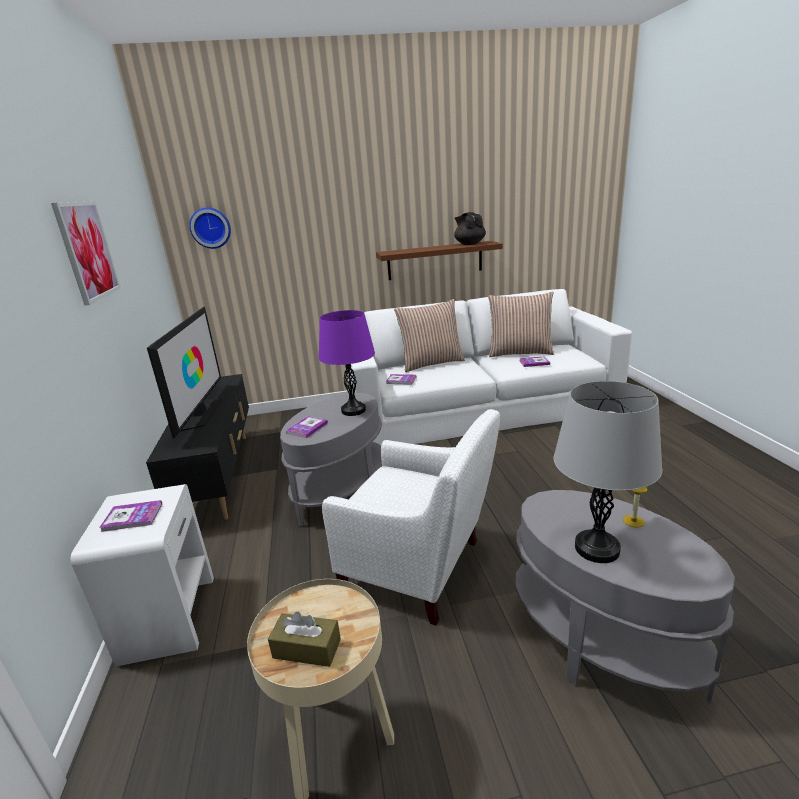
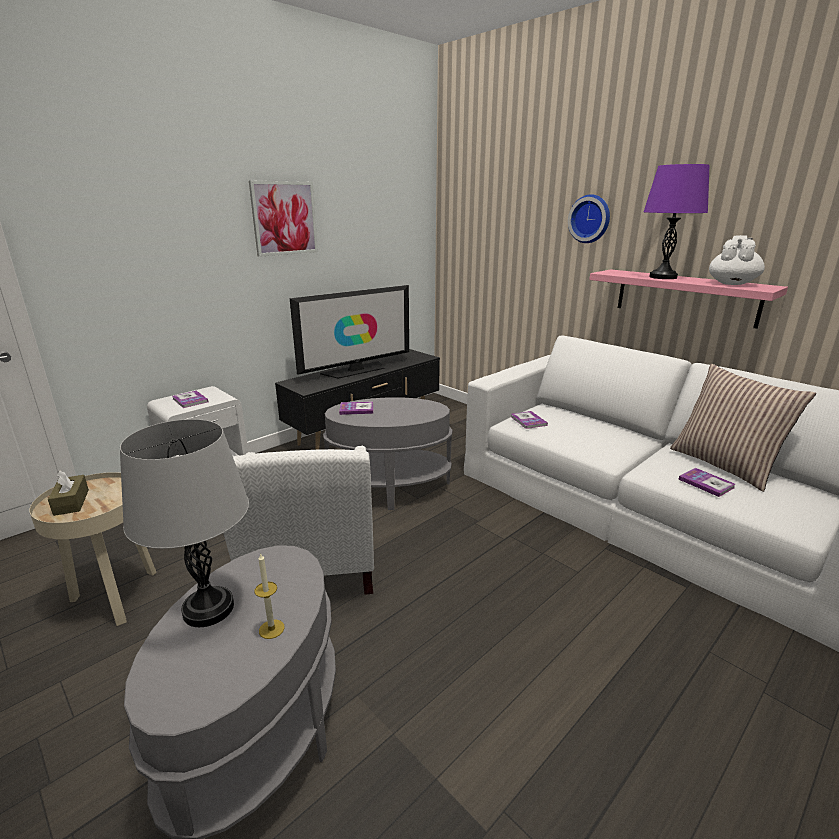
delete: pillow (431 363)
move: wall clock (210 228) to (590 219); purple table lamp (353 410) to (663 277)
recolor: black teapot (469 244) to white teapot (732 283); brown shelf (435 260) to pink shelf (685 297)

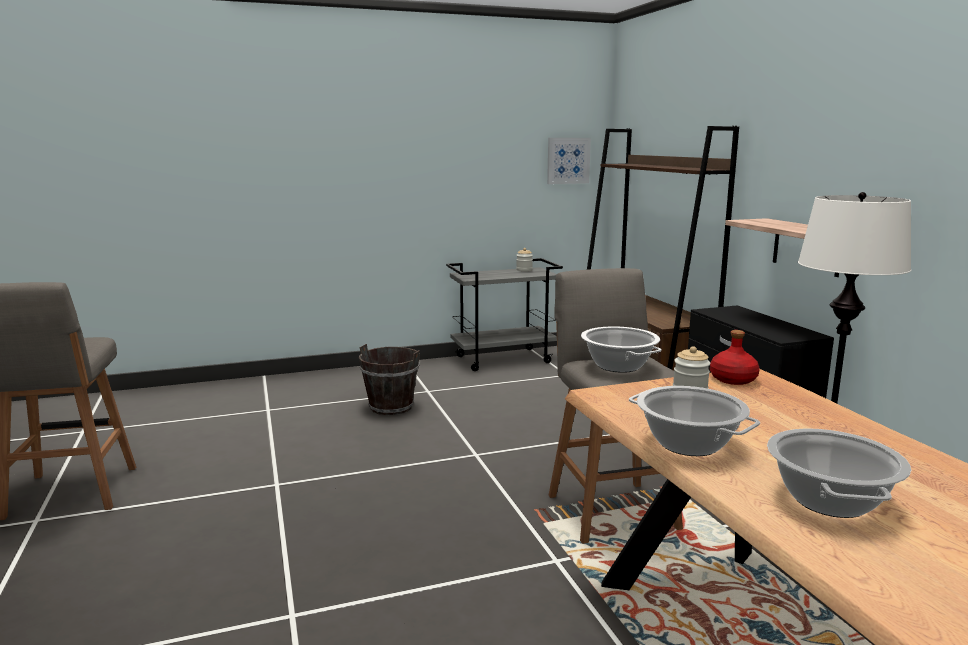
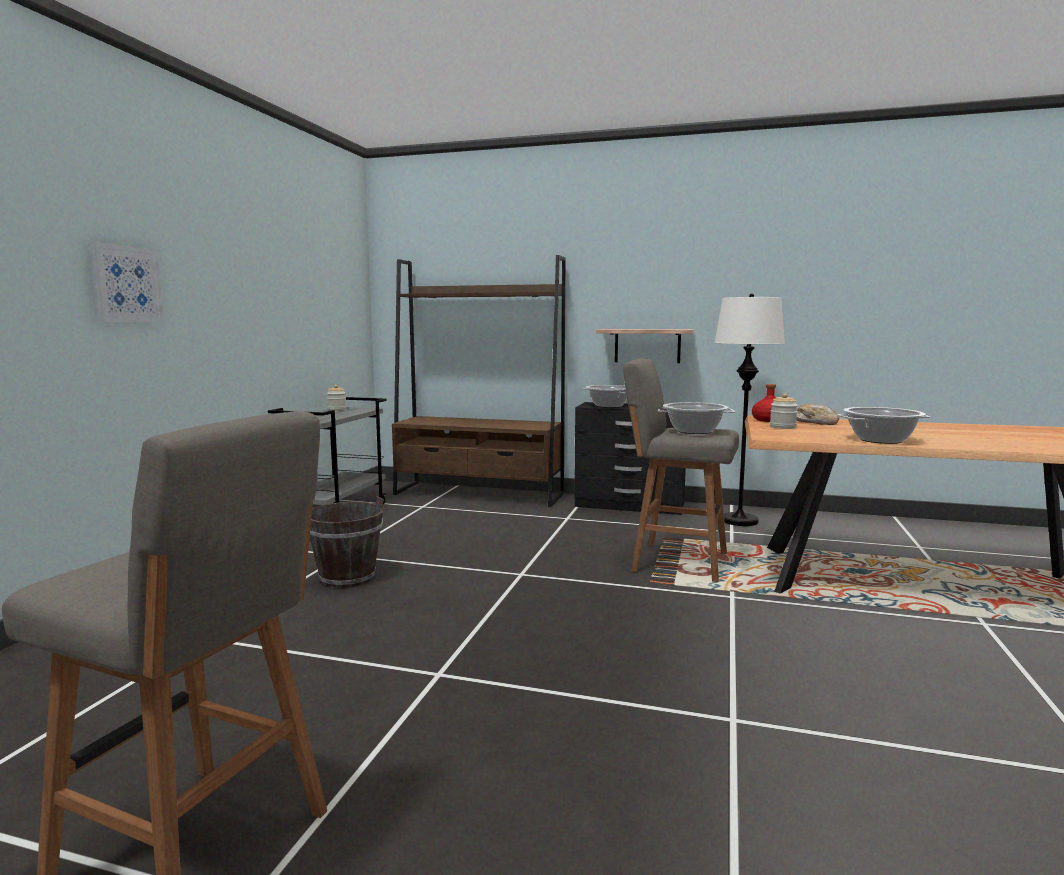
insert: bread (815 422)
move: picture (568 160) to (126 284); cooking pot (829 500) to (608 406)

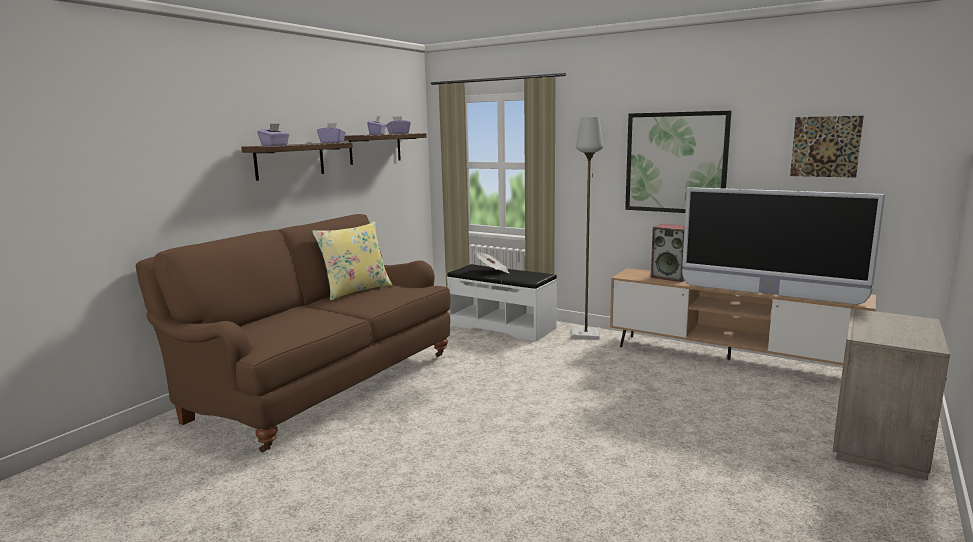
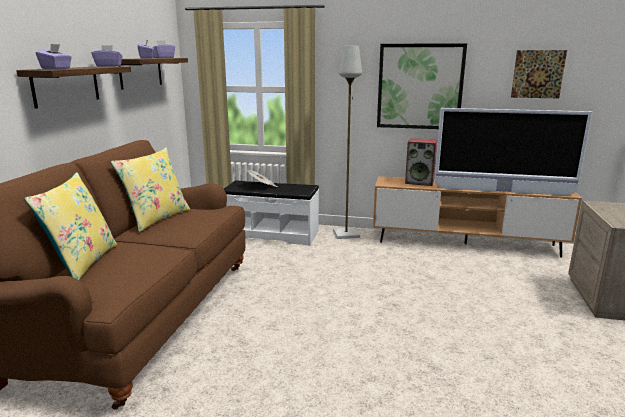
insert: yellow pillow (82 262)

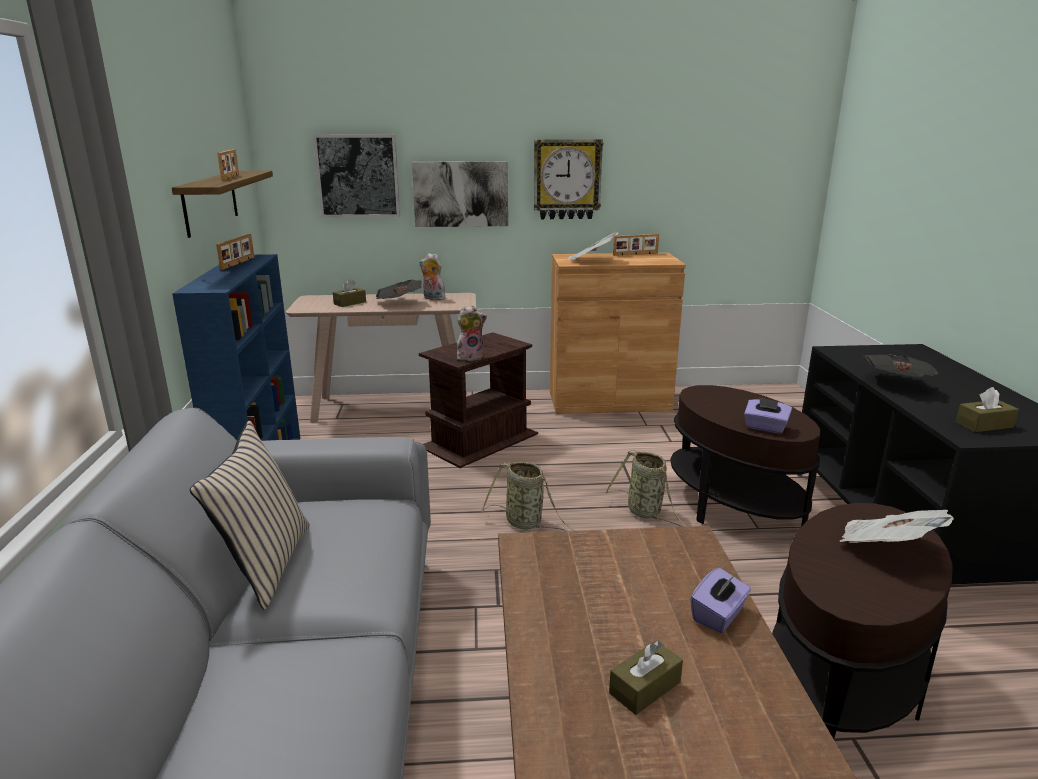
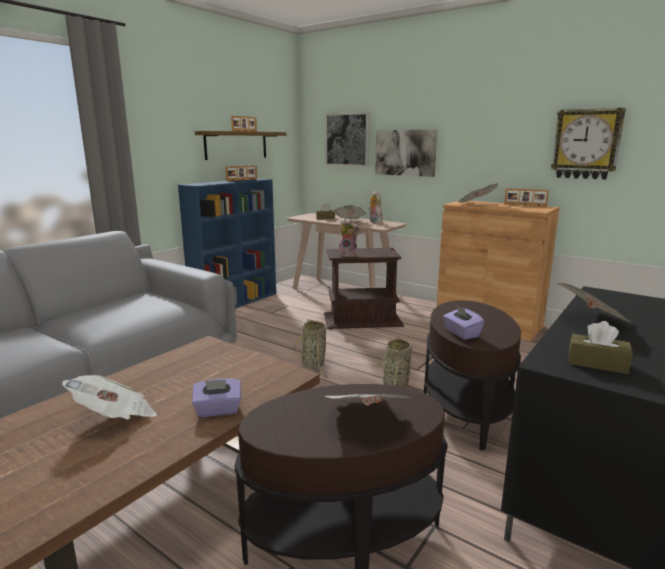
delete: beige pillow (265 564)
move: wall clock (567 179) to (586 144)
replace: brown tissue box (645 687) to newspaper (115 416)

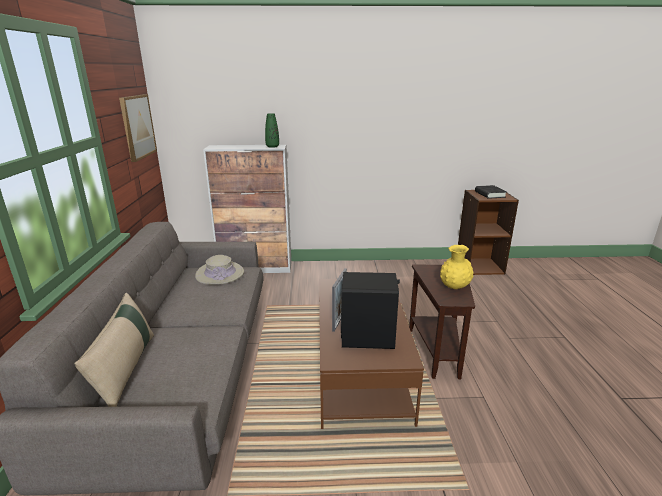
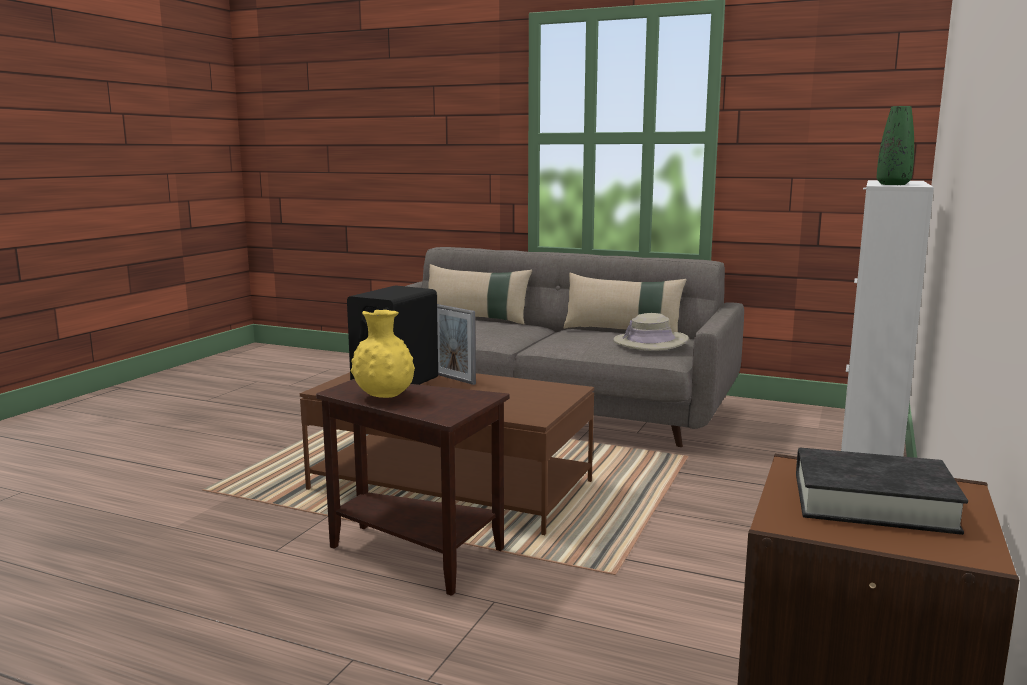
delete: picture (137 126)
insert: beige pillow (622 331)

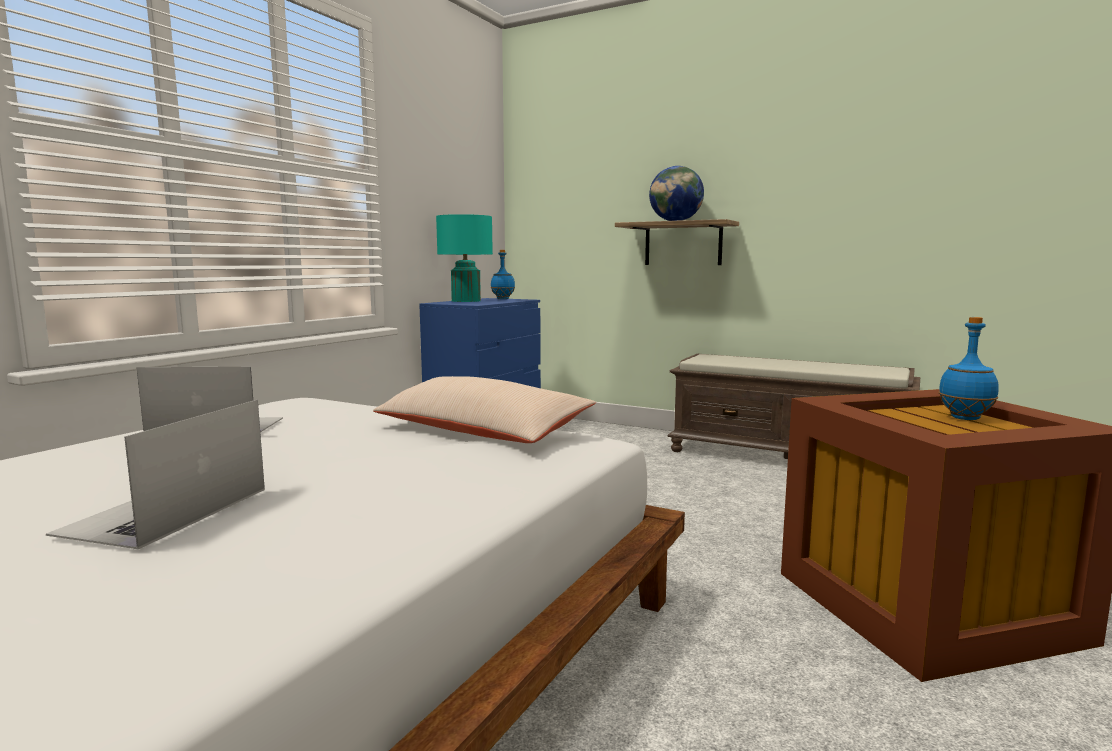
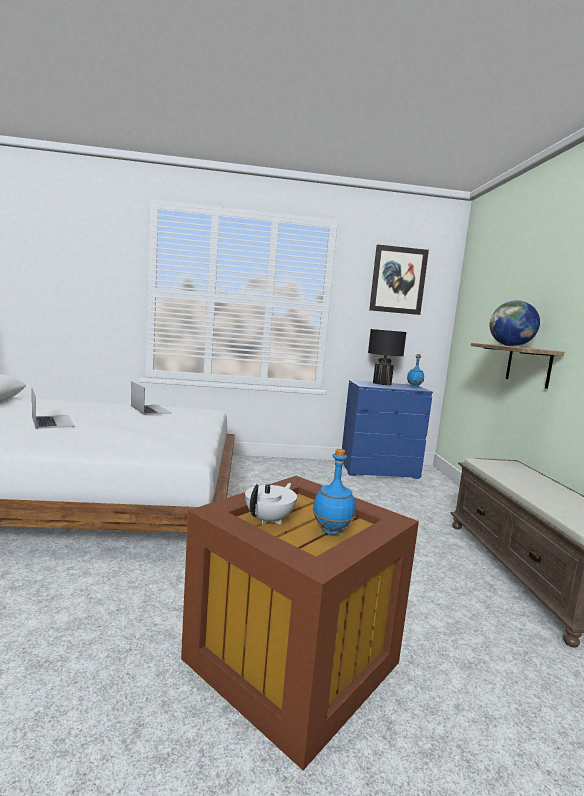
delete: beige pillow (481 431)
insert: picture (398 280); white teapot (270 520)
recolor: turquoise table lamp (466 301) to black table lamp (382 383)
rotate: laptop (165 511) = (52 421) 75 degrees clockwise

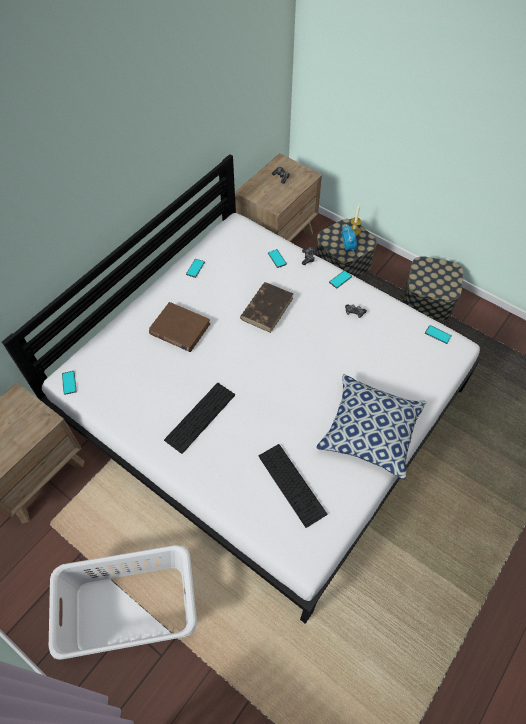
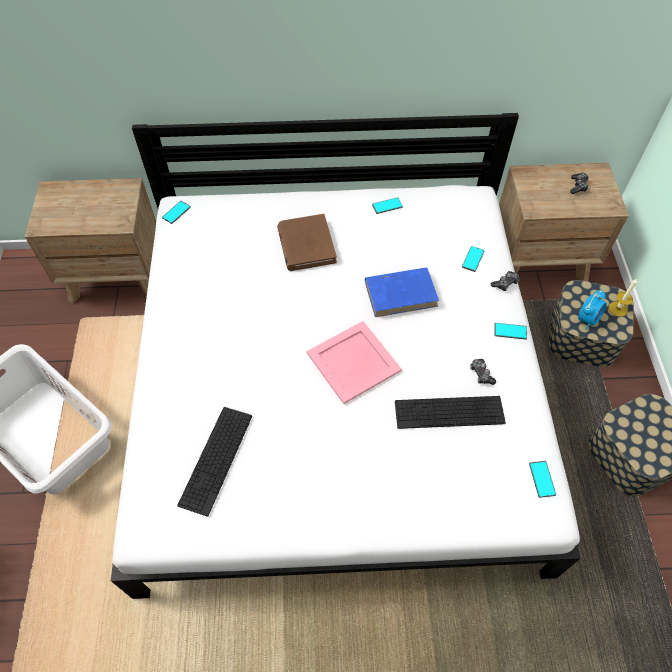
delete: pillow (370 431)
insert: pink tray (354 362)
move: keyboard (200 417) to (449 412)
recolor: brown book (267 308) to blue book (401 293)

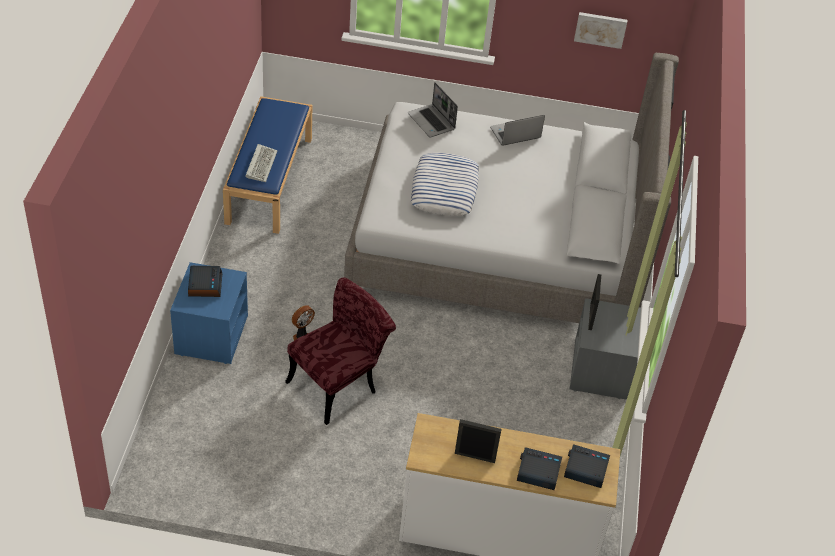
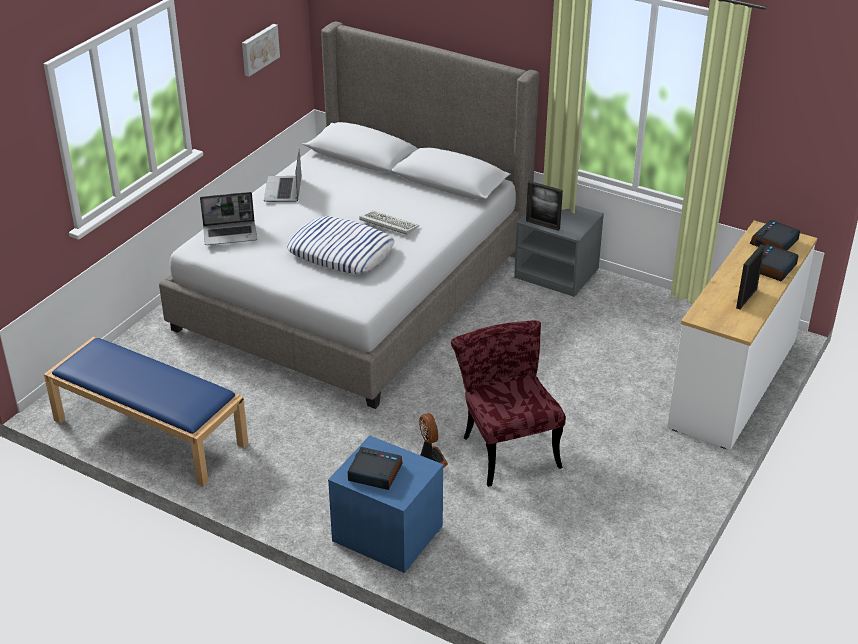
move: keyboard (261 164) to (387 224)

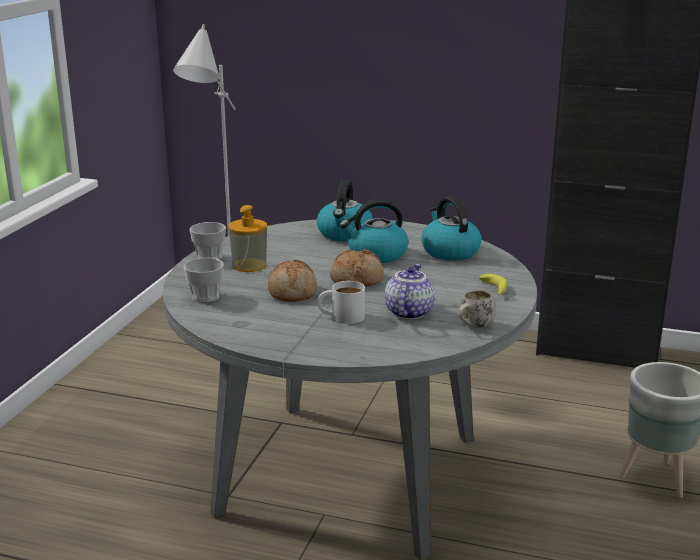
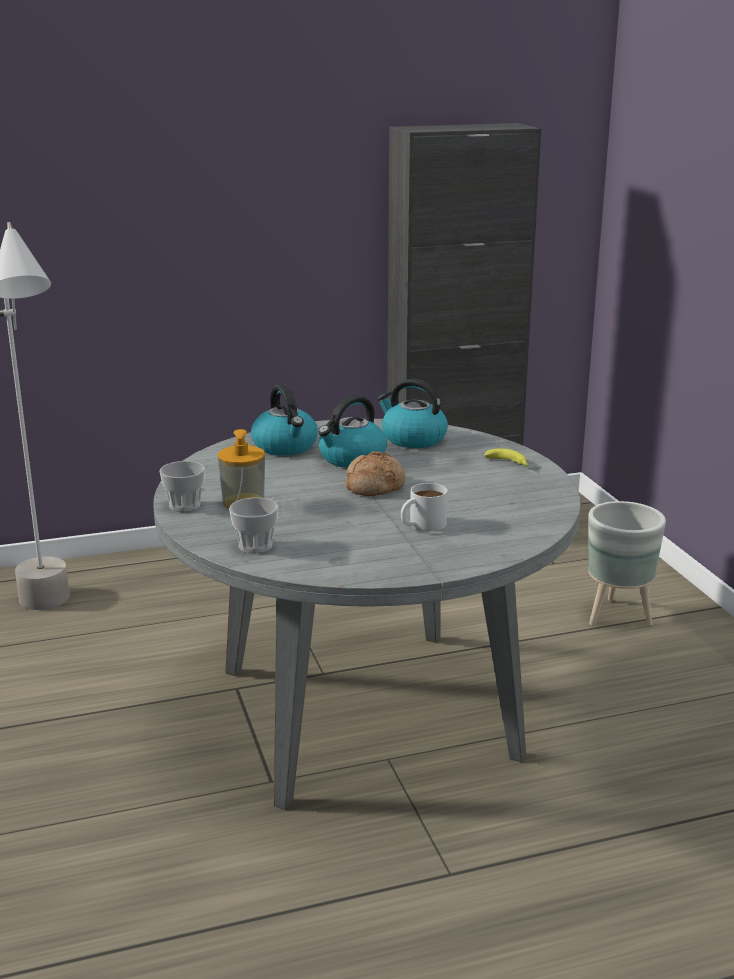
delete: bread (293 292); teapot (408 312); white mug (473 327)

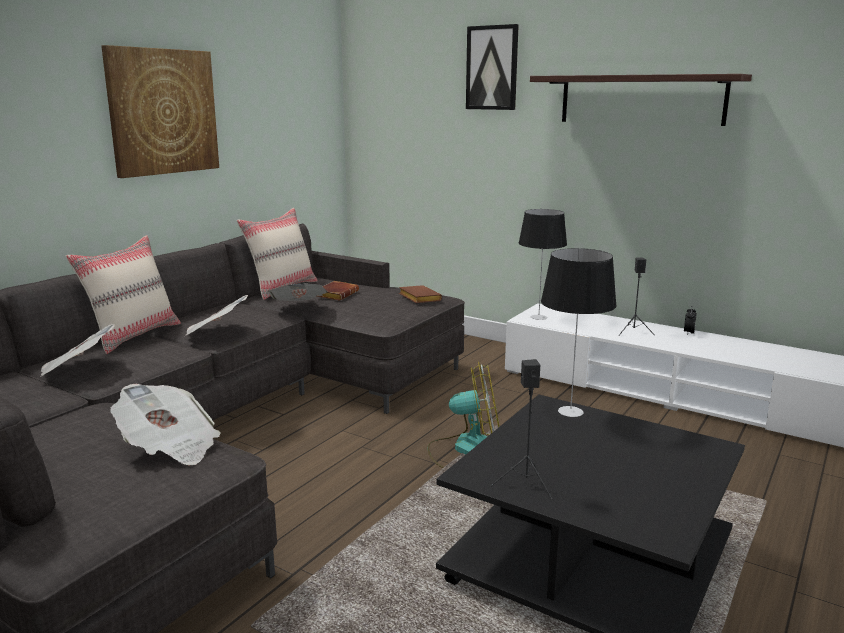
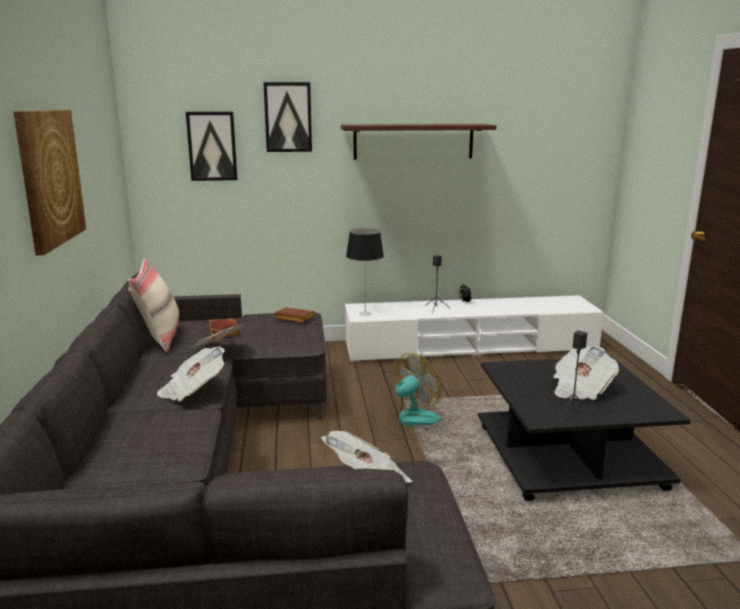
delete: beige pillow (134 336); table lamp (570 412)
insert: picture (212 146)
move: newspaper (78 369) to (580 389)

